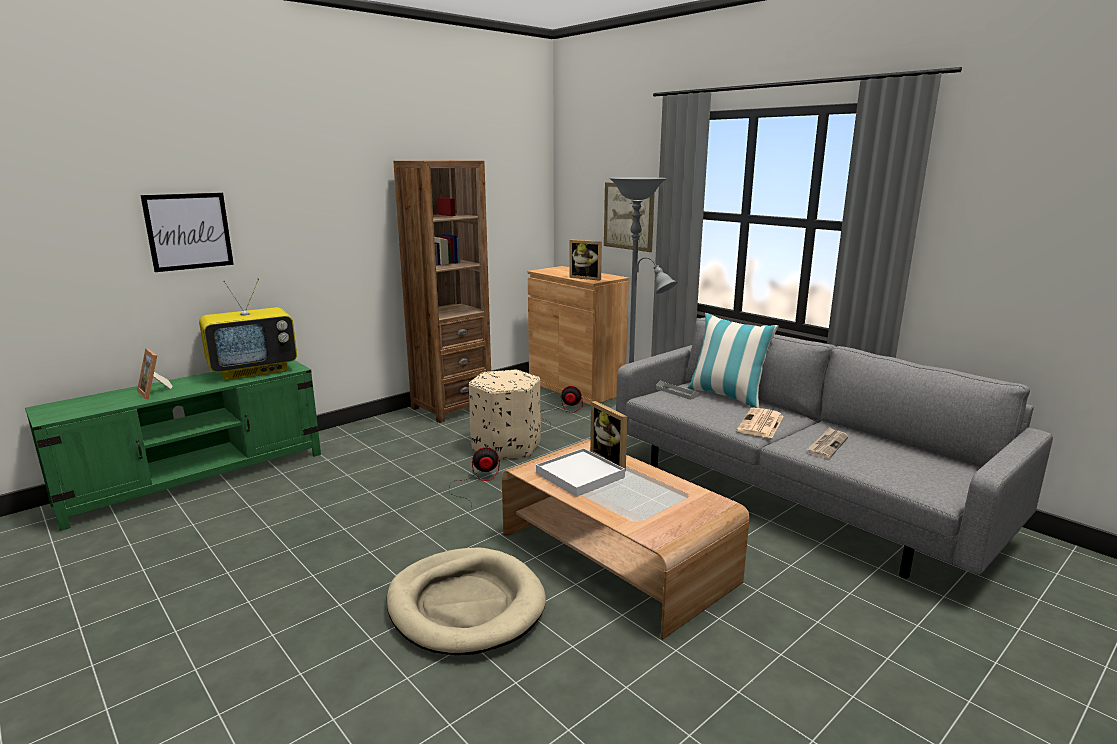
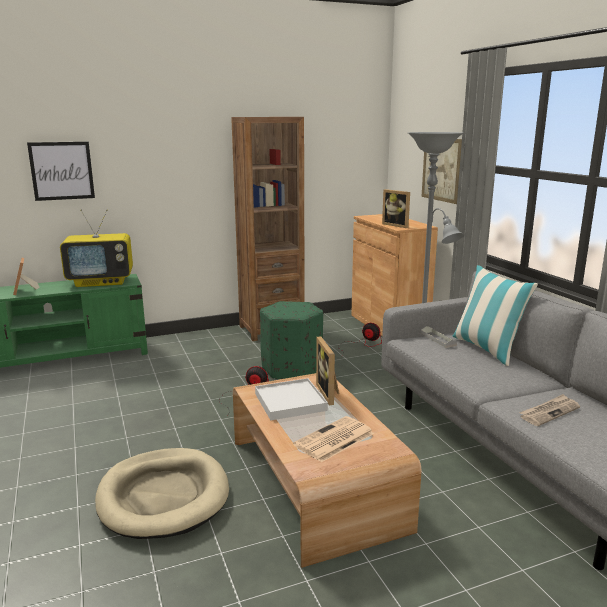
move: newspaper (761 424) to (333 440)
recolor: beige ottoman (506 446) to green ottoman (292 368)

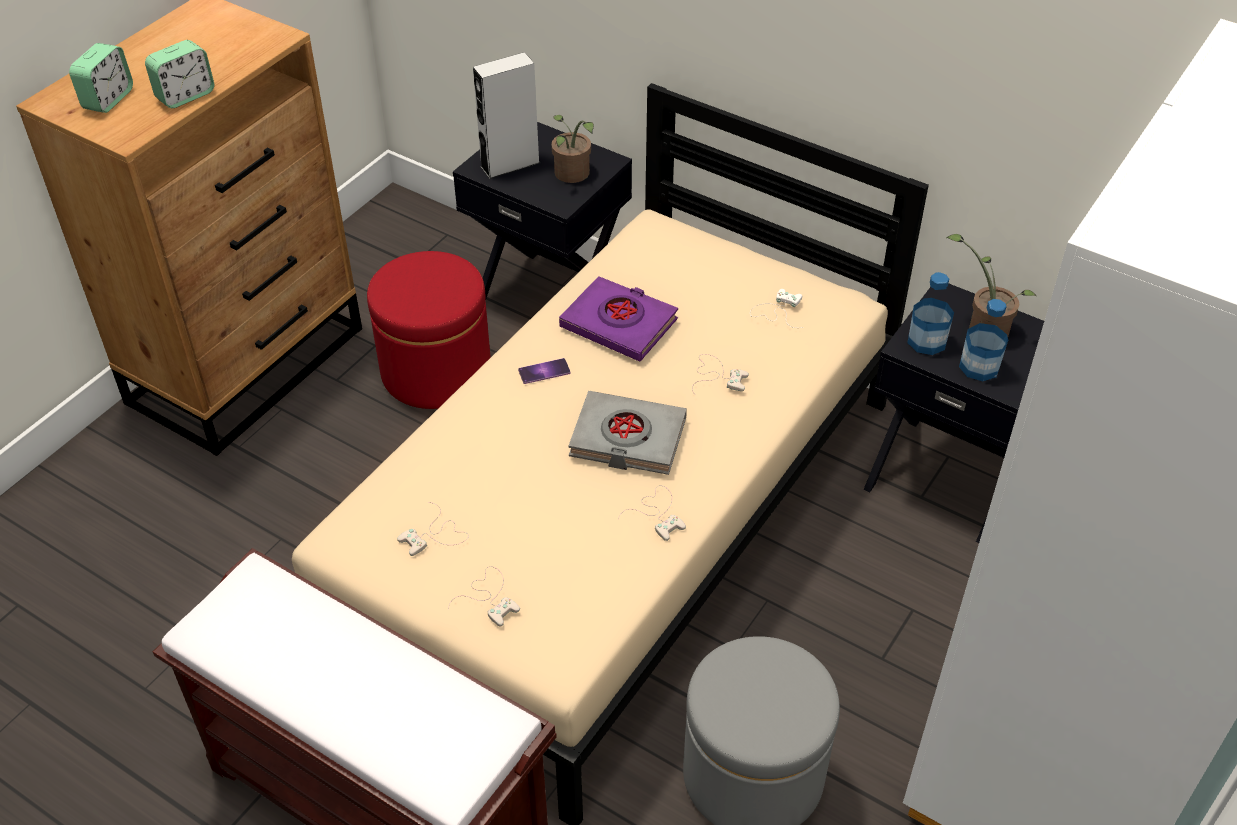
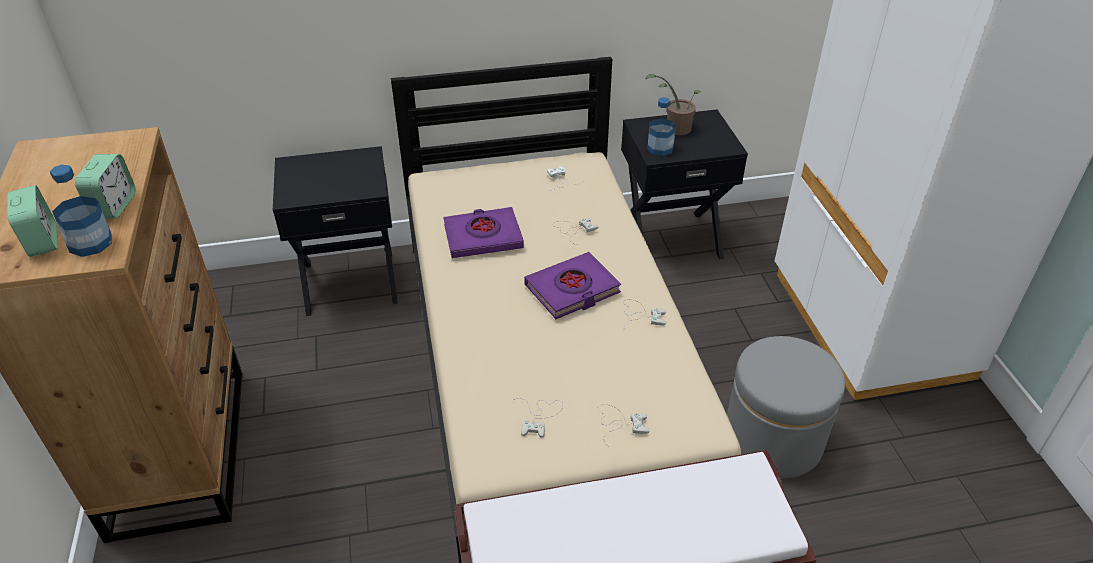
delete: grey speaker (510 165); potted plant (572 175); red ottoman (436 371); phone (544 371)
move: bottle (979 366) to (90 243)
recolor: grey book (627 439) to purple book (572 290)

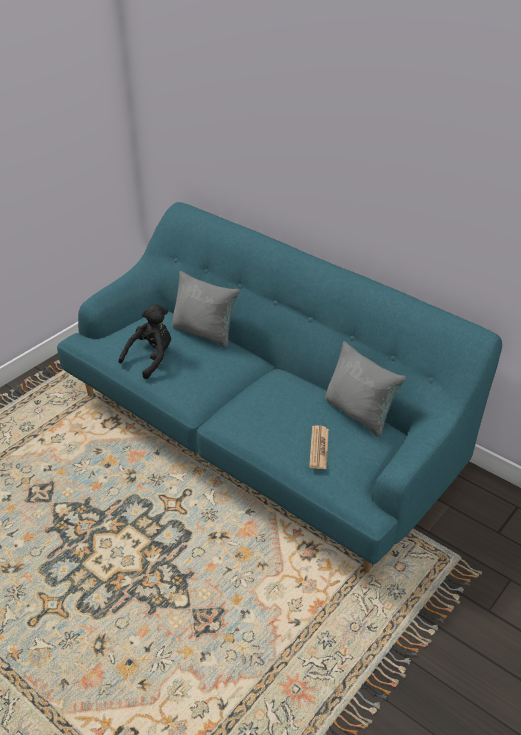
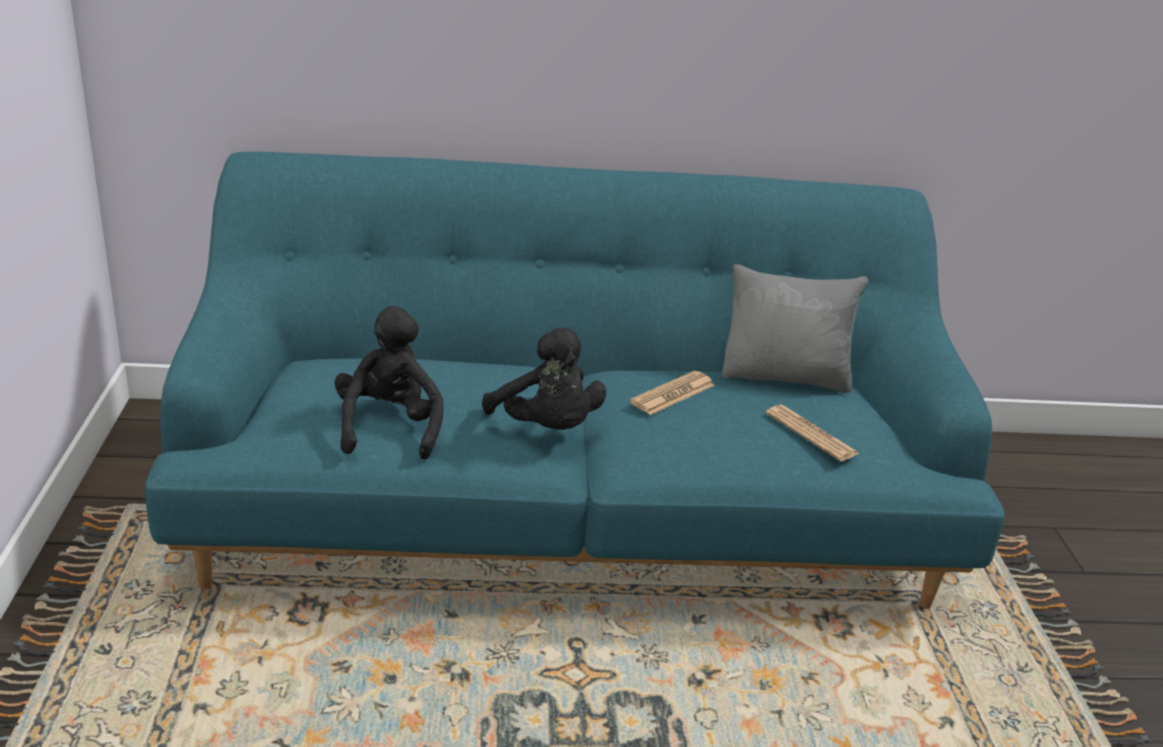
delete: grey pillow (205 332)
insert: black plush toy (546 428); newspaper (672 394)

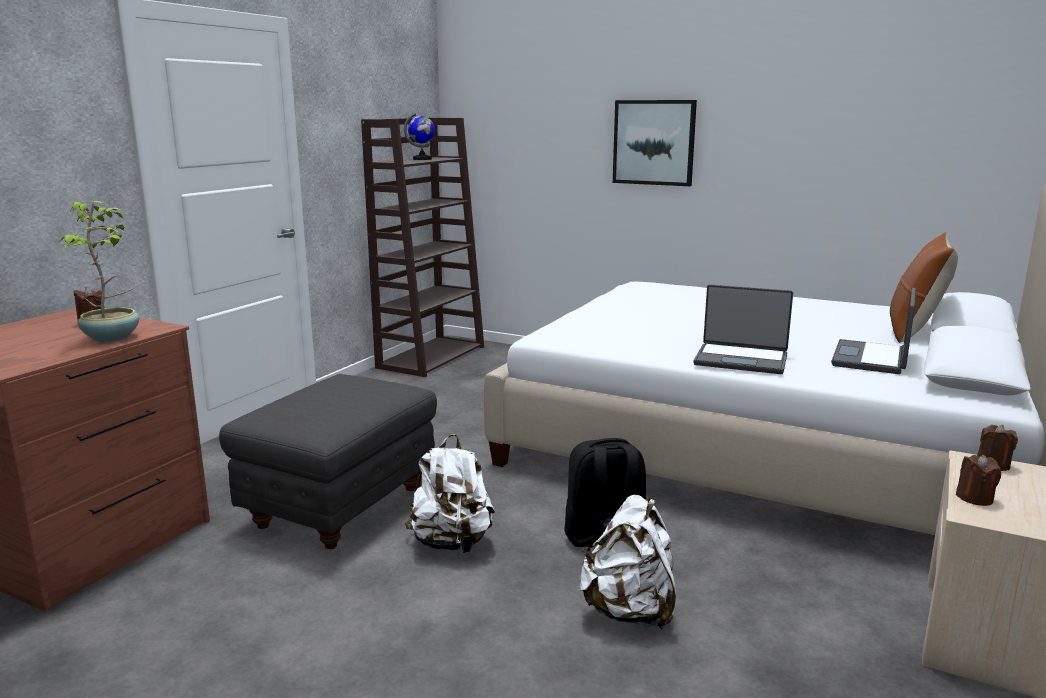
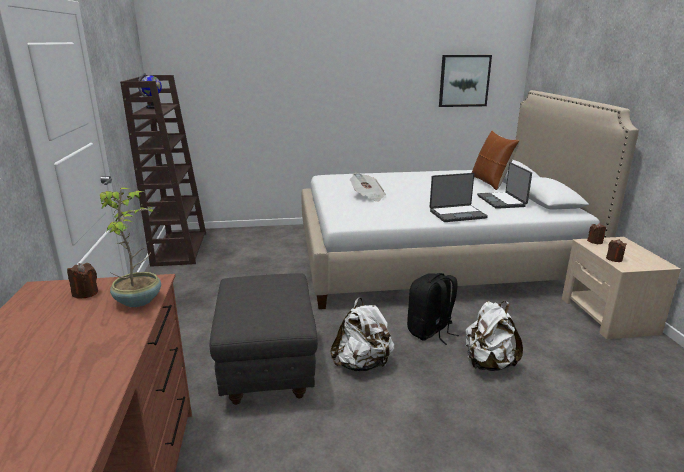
insert: newspaper (368 196)
move: picture (654 142) to (464 81)

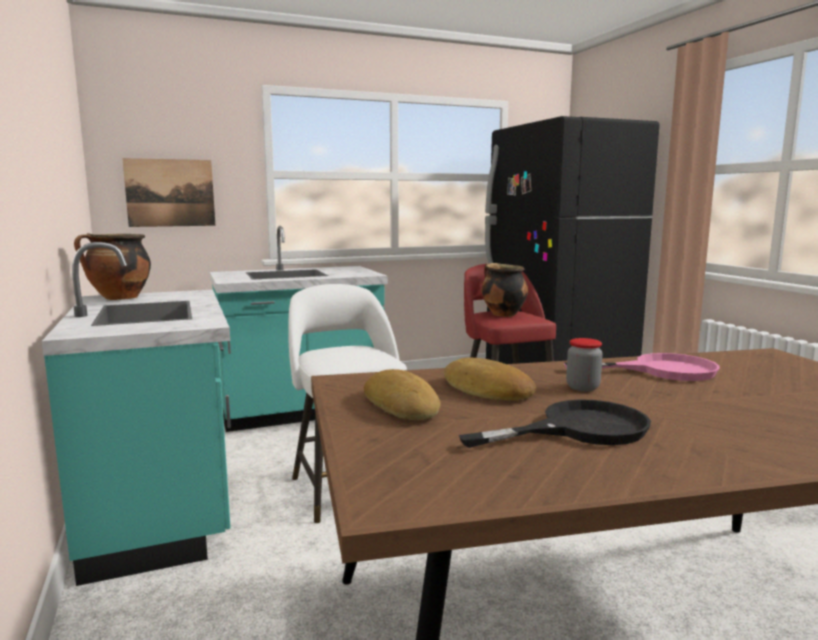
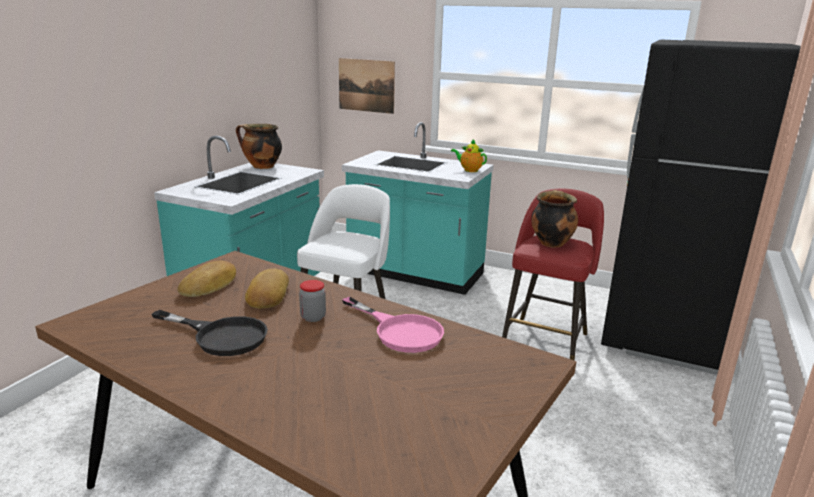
insert: teapot (469 170)

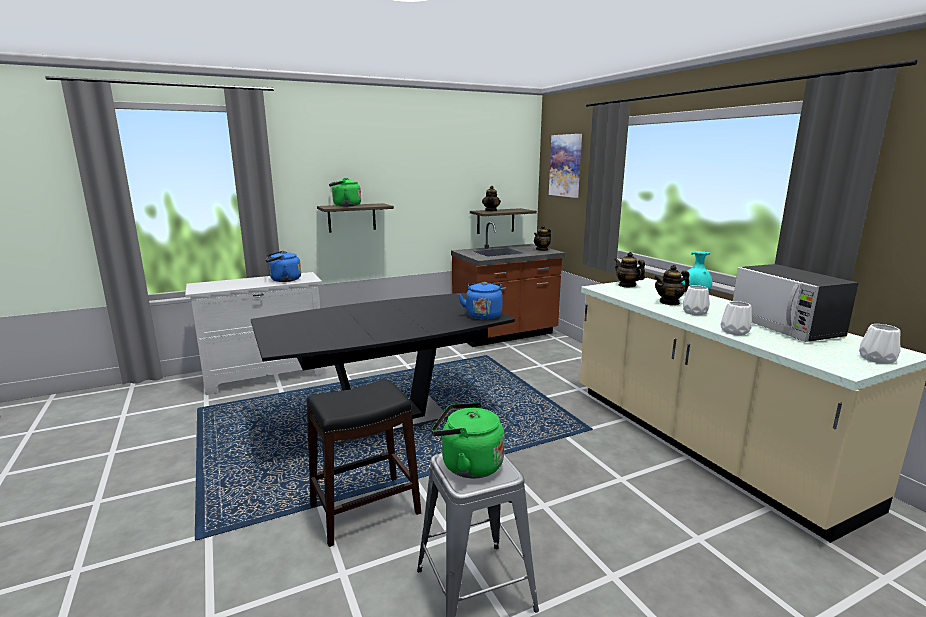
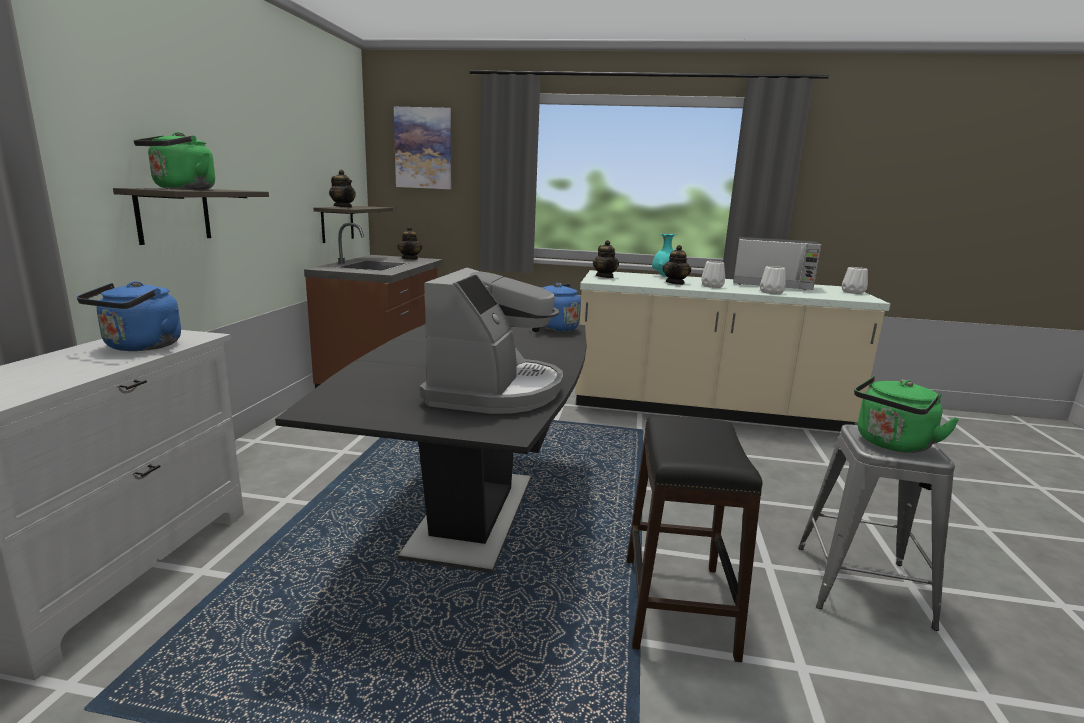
insert: coffee machine (495 390)
rotate: teapot (627 285) = (605 277) 105 degrees counterclockwise

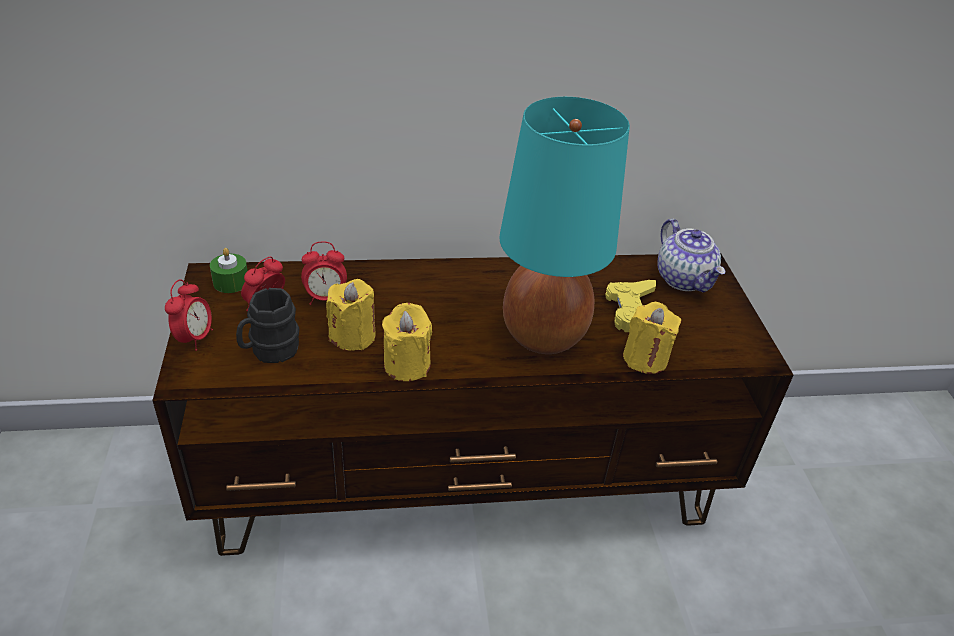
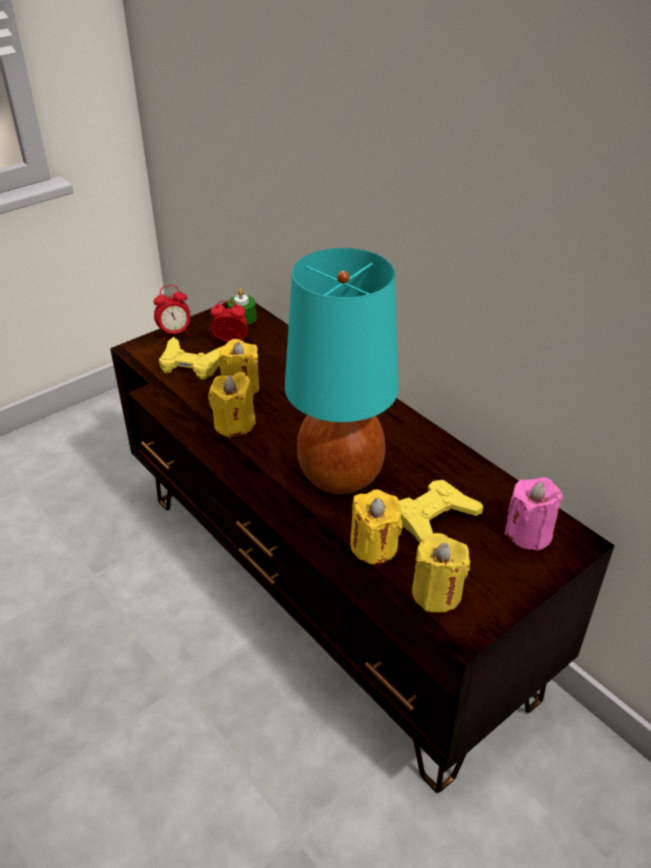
delete: alarm clock (325 298)
insert: yellow candle (437 593)
replace: teapot (684 279) to pink candle (528 533); black mug (269 350) to yellow game controller (192 364)

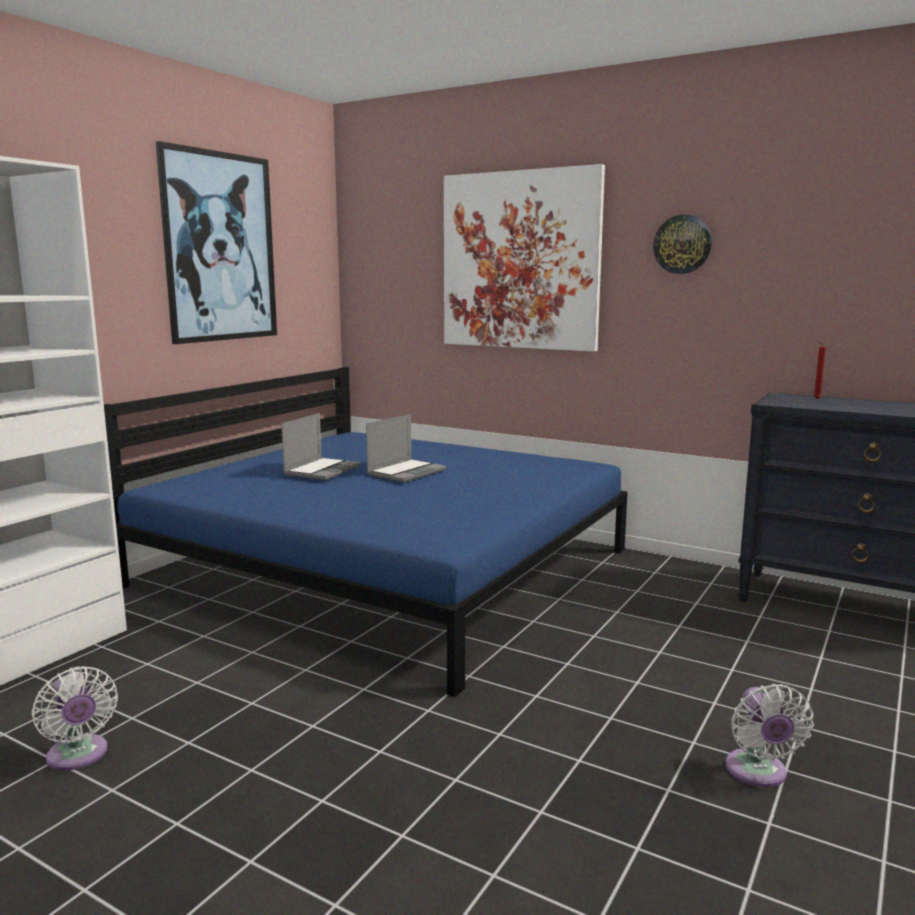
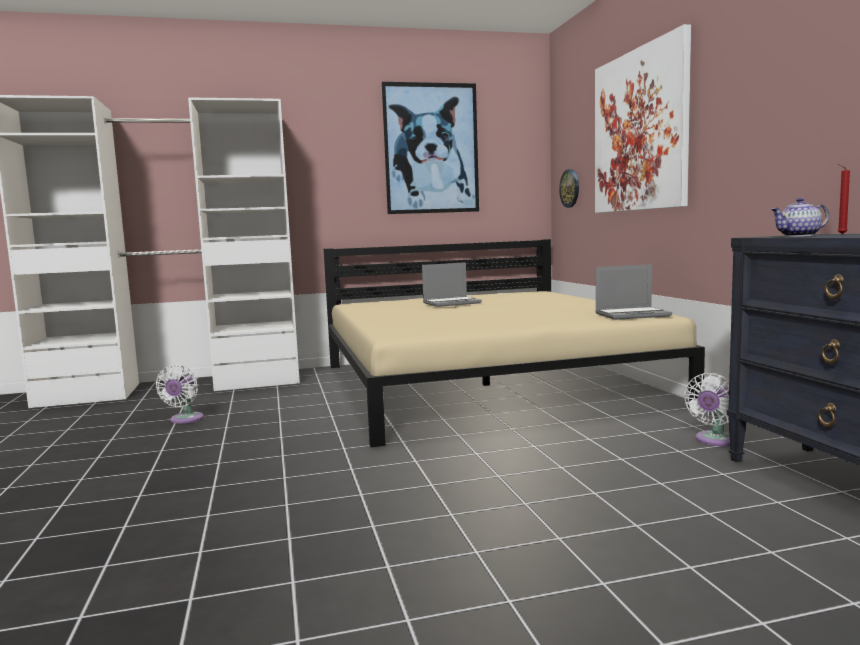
insert: teapot (799 236)
move: wall clock (682 244) to (570 188); laptop (406 472) to (632 315); white fan (758 773) to (714 440)
recolor: blue bed (386 568) to beige bed (485 384)

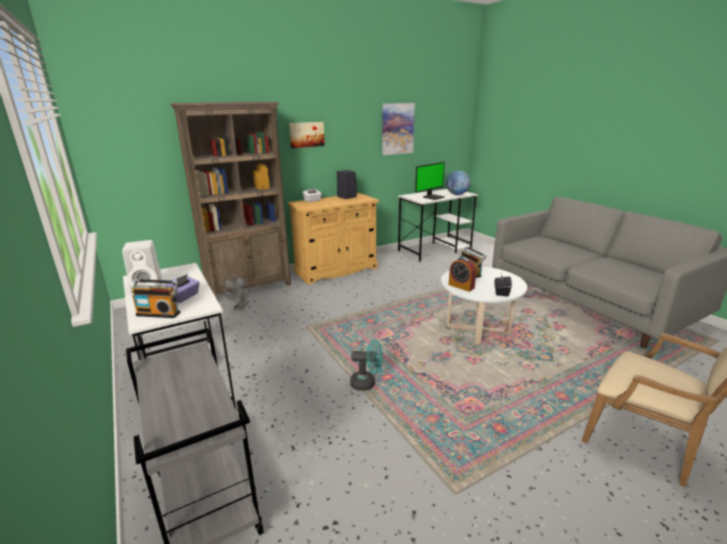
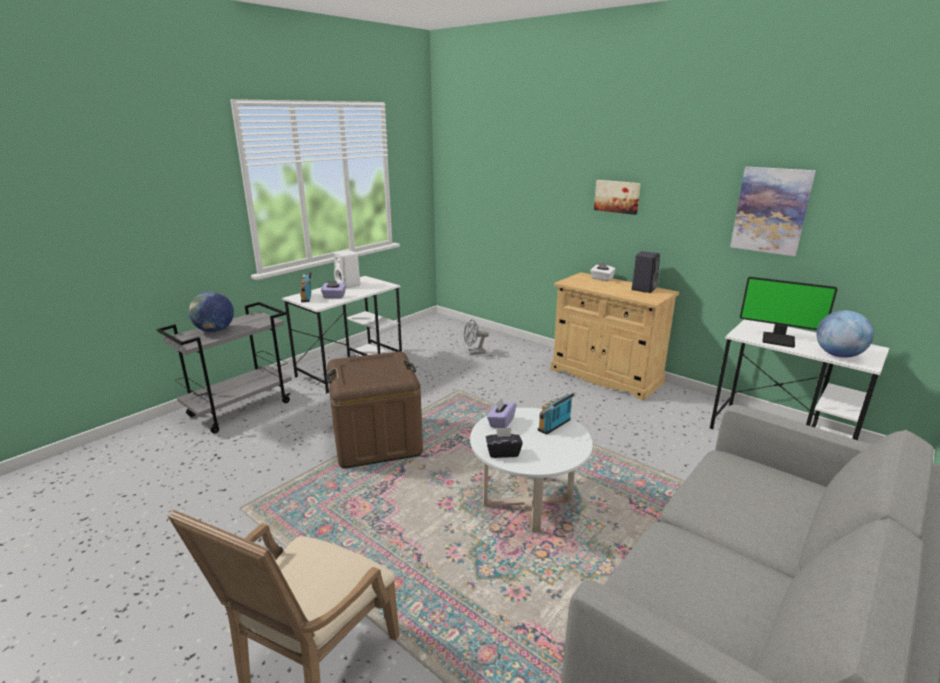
delete: brown bookcase (249 287)
insert: globe (215 330)
replace: alarm clock (461 286) to purple tissue box (501 422); turquoise fan (367 383) to brown storage box (377 441)

